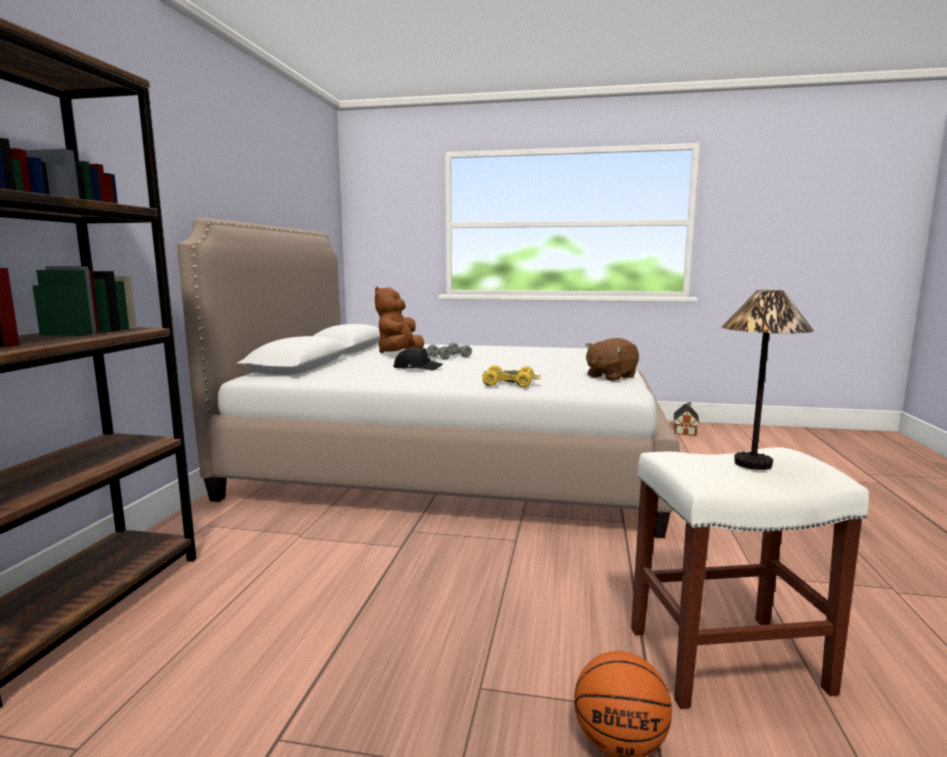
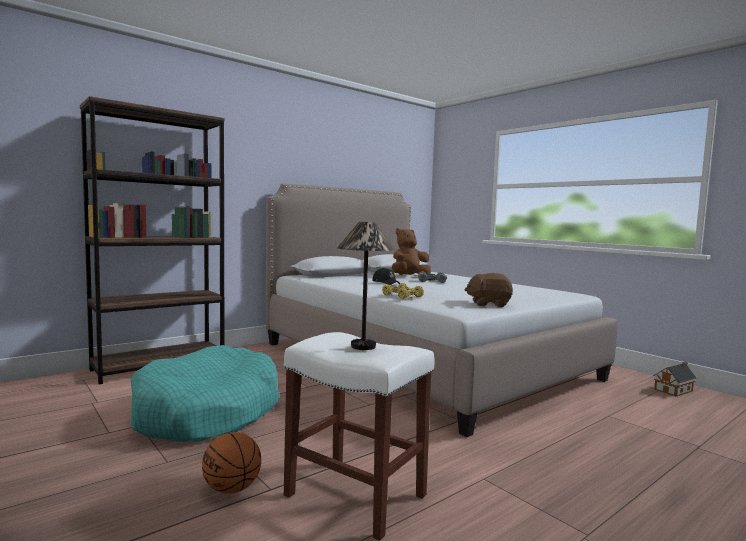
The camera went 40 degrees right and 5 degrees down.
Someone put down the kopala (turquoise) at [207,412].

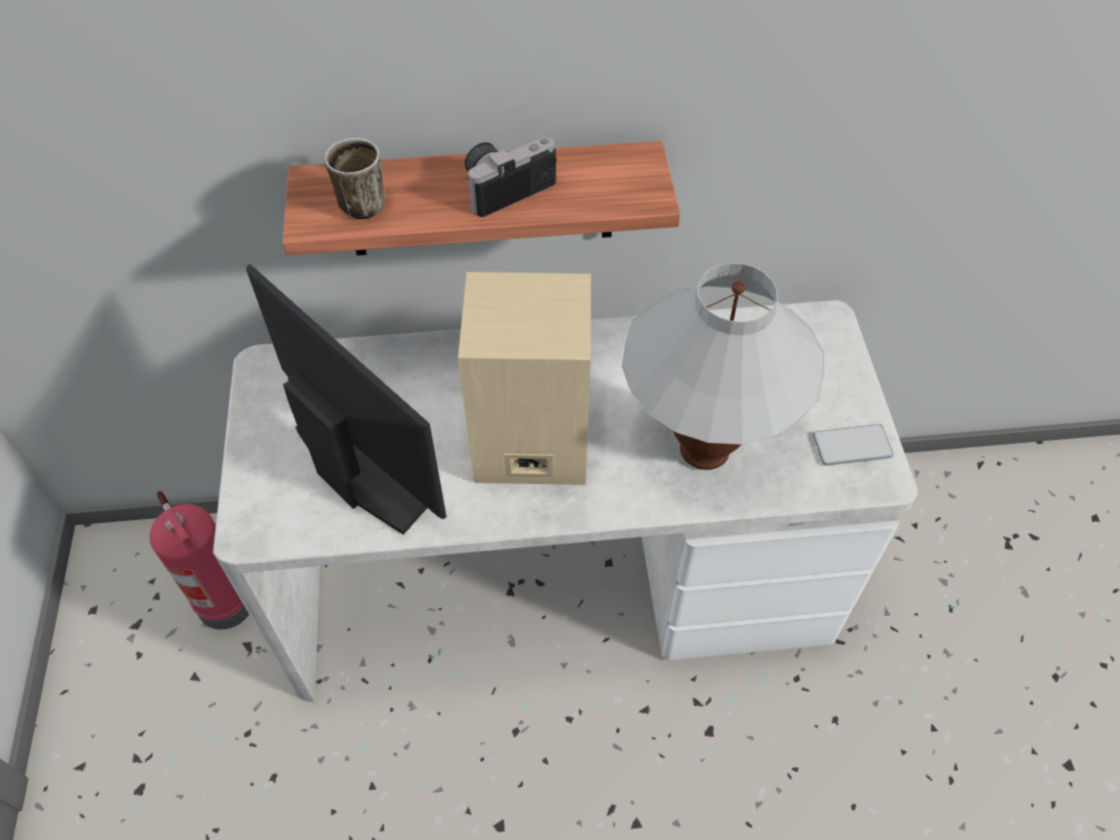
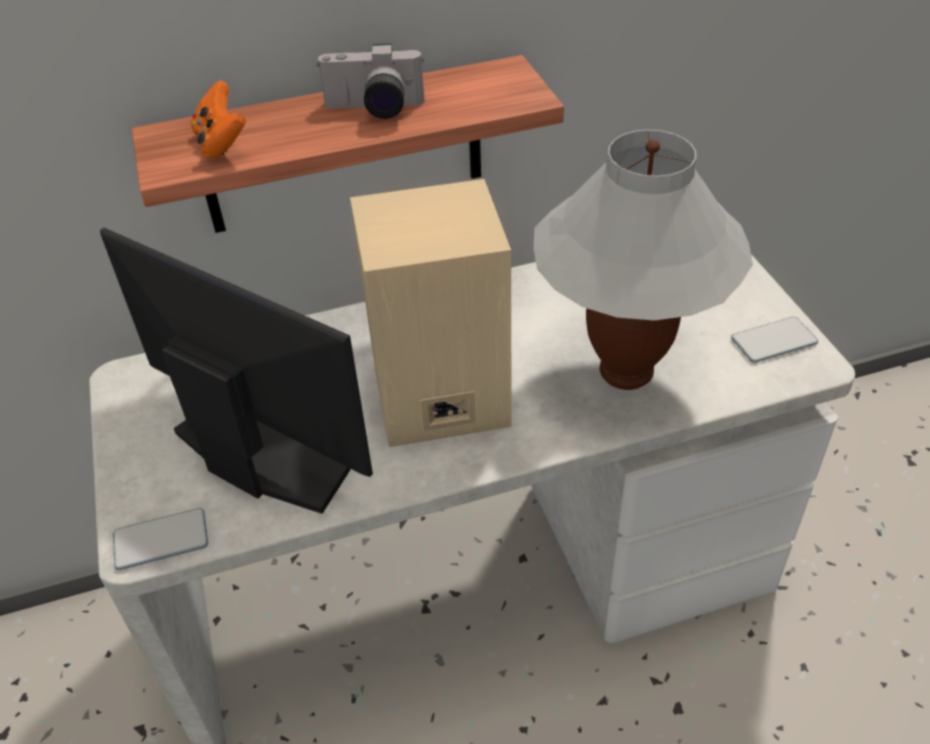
The camera went 10 degrees left and 10 degrees down.
Someone took away the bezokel at [223,601].
Someone put down the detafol at [161,540].
Someone swapped the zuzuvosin at [362,201] for the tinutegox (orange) at [221,143].
Someone rotated the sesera at [505,186] by 135 degrees counterclockwise.

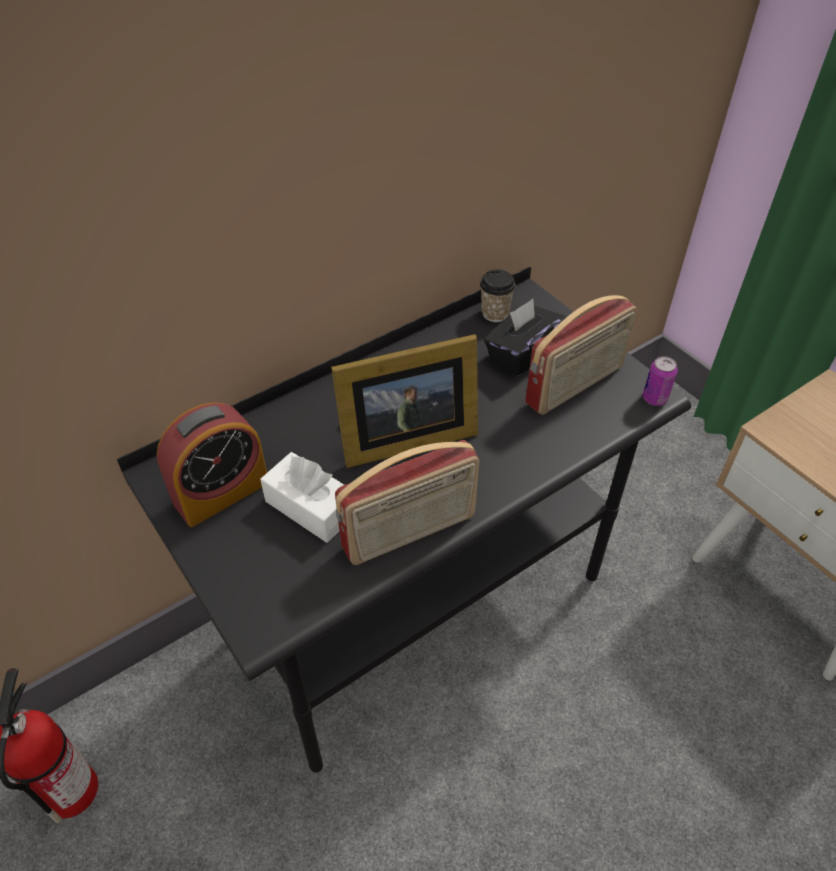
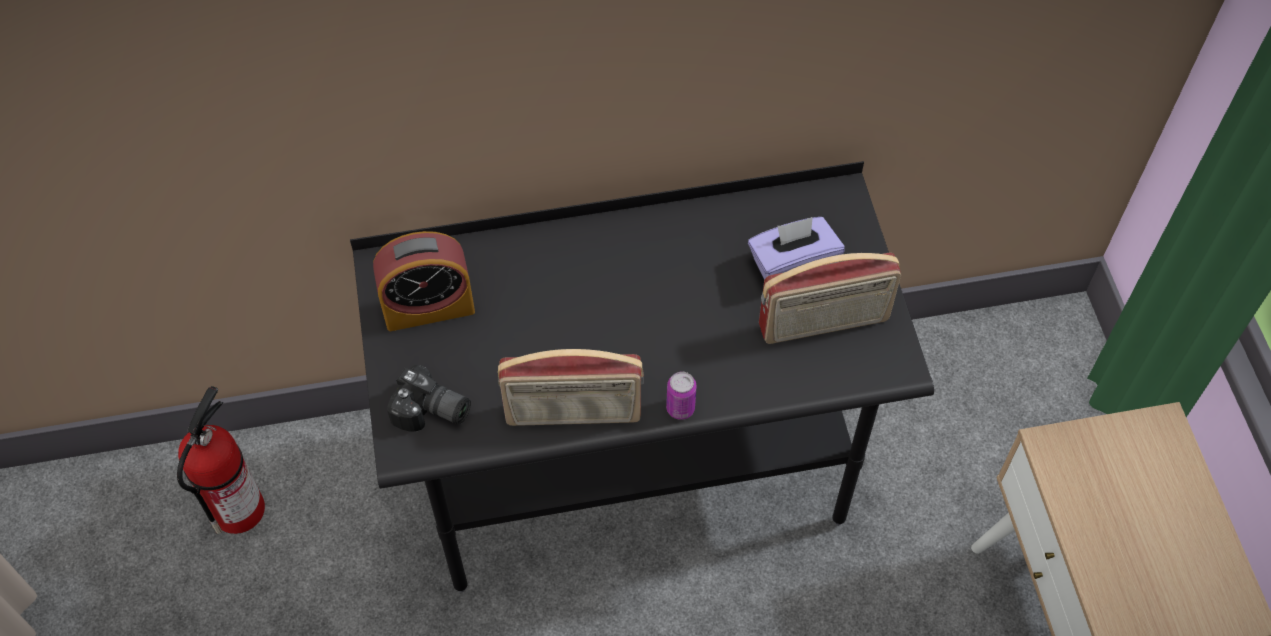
The camera went 25 degrees right and 10 degrees up.
Someone took away the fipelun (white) at [310,507].
Someone took away the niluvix at [402,438].
Someone took away the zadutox at [495,313].
Someone put down the sesera at [431,413].
Someone carried the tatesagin from [654,398] to [680,408].
Someone repainted the fipelun (black) at [521,354], which became the fipelun (purple) at [792,266].

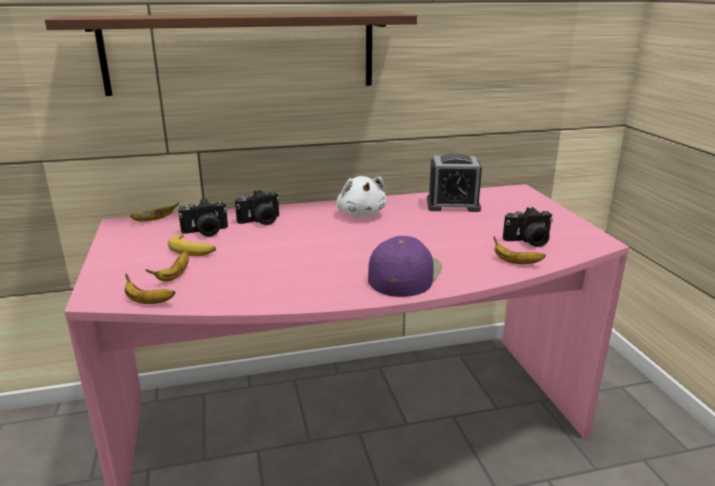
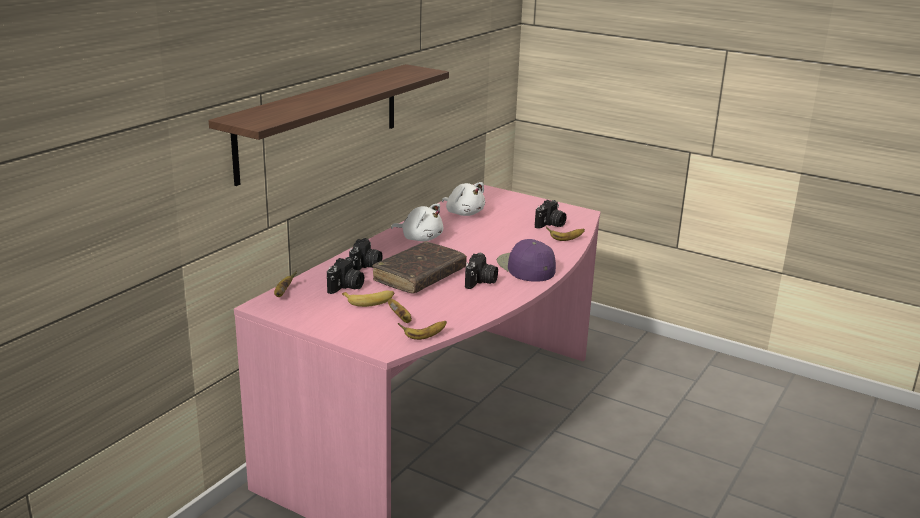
The camera went 45 degrees left and 0 degrees up.
Someone put down the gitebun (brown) at [419,276].
Someone put down the sesera at [481,282].
Someone swapped the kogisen at [453,205] for the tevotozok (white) at [464,213].

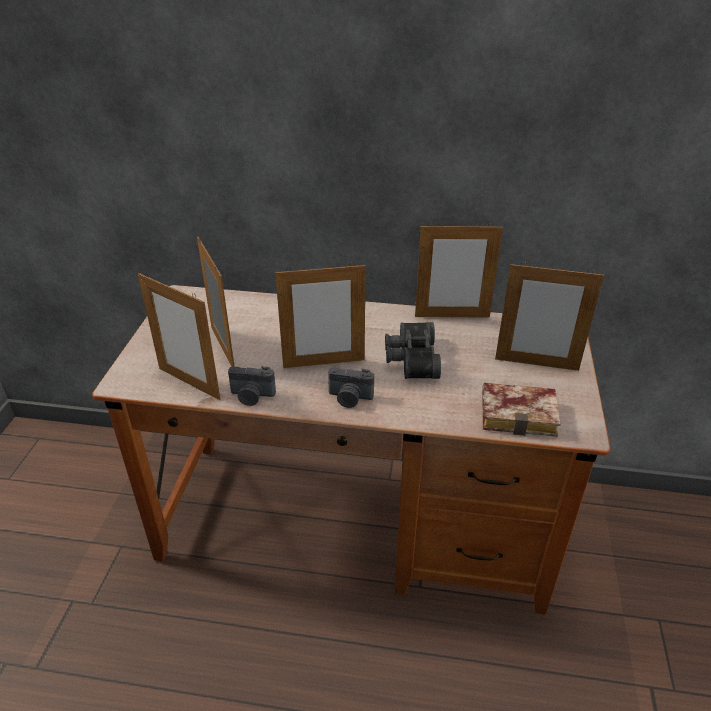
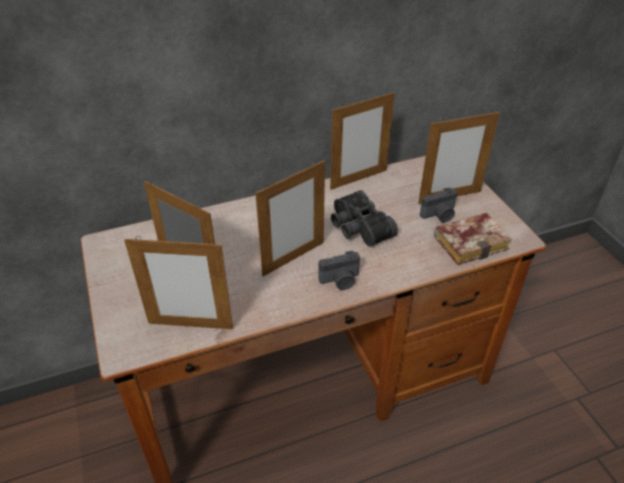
The camera went 30 degrees left and 5 degrees up.
Someone carried the sesera from [251,396] to [439,215].

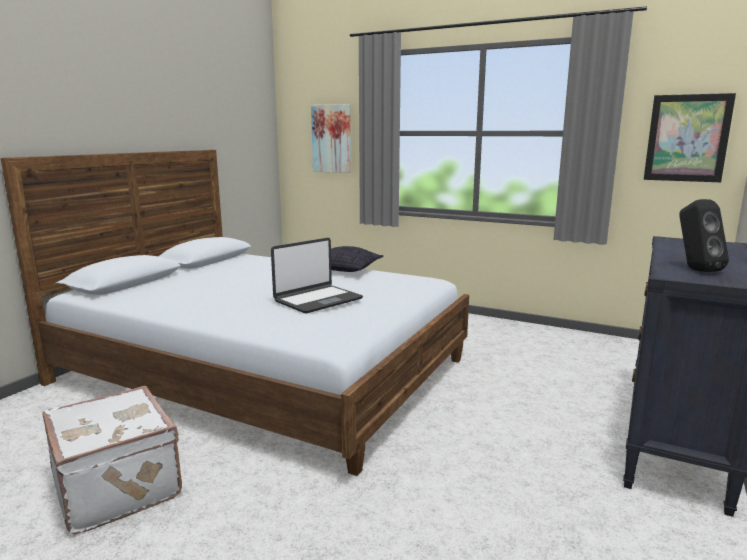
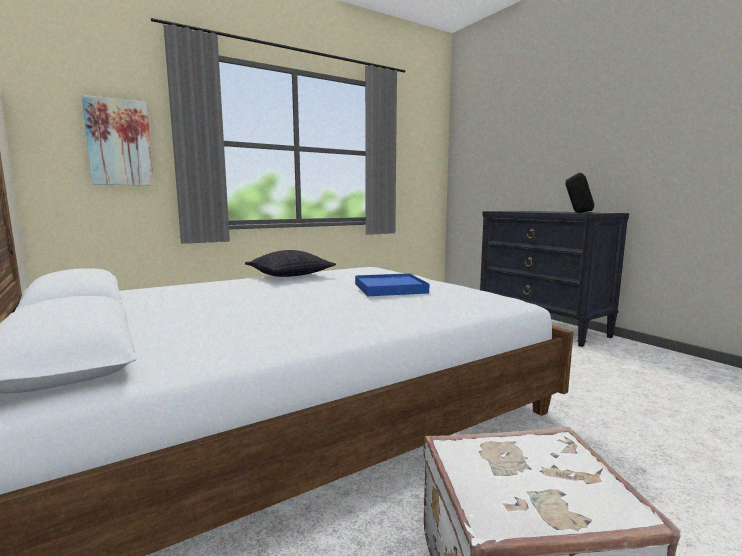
The camera went 60 degrees left and 5 degrees down.
Someone took away the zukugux at [687,138].
Someone swapped the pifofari at [317,300] for the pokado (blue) at [390,288].

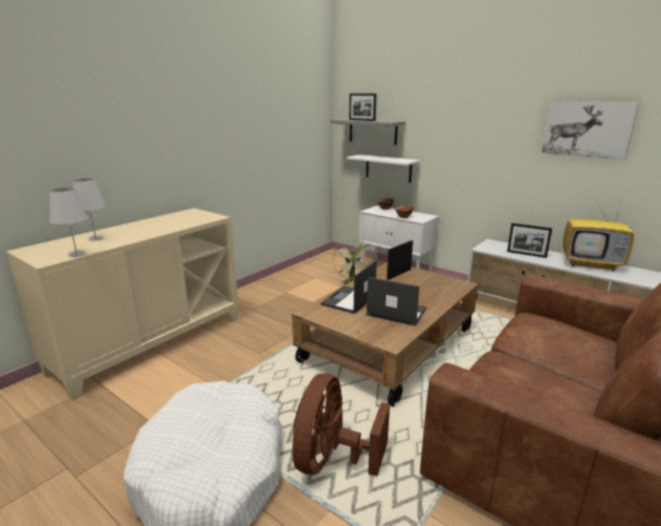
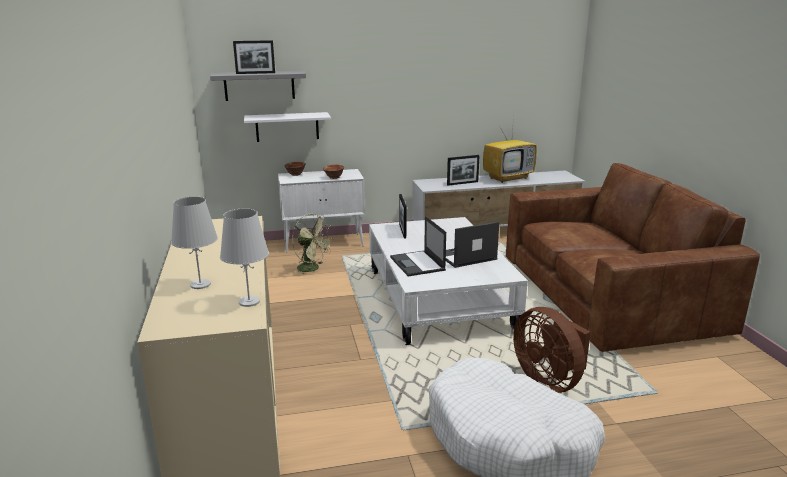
The camera went 50 degrees left and 0 degrees up.
Someone took away the zukugux at [587,129].
Someone repainted the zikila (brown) at [389,345], which became the zikila (white) at [438,299].

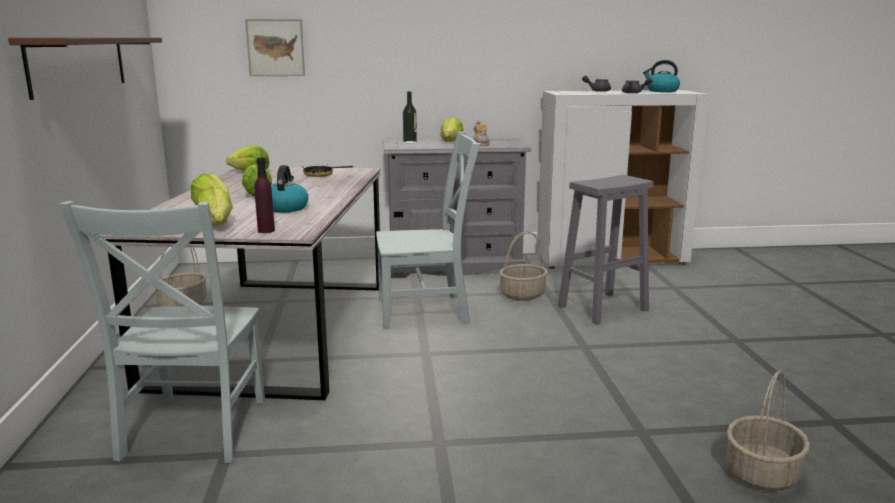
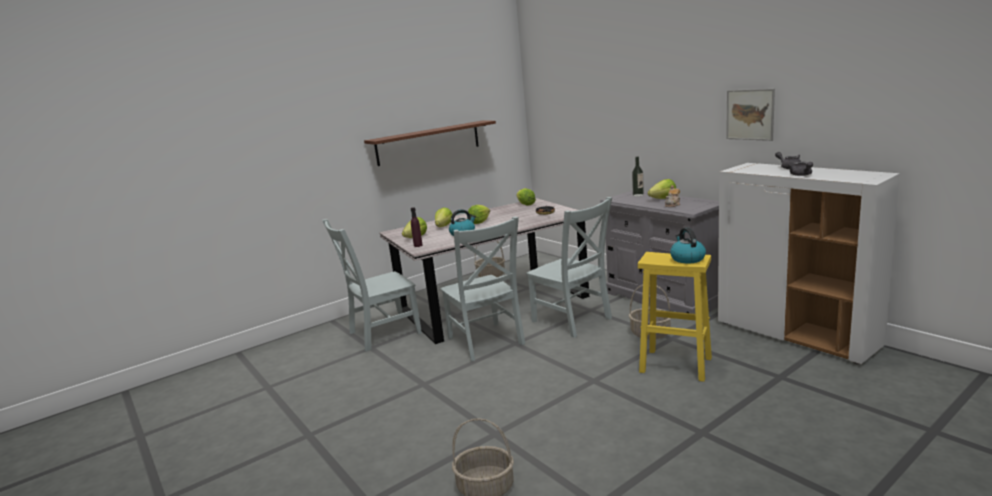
The camera went 60 degrees right and 0 degrees up.
Someone put down the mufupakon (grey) at [486,342].
Someone carried the zukugux from [275,47] to [750,114].
Someone carried the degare from [661,91] to [687,259].
Someone repainted the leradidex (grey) at [603,307], which became the leradidex (yellow) at [677,365].

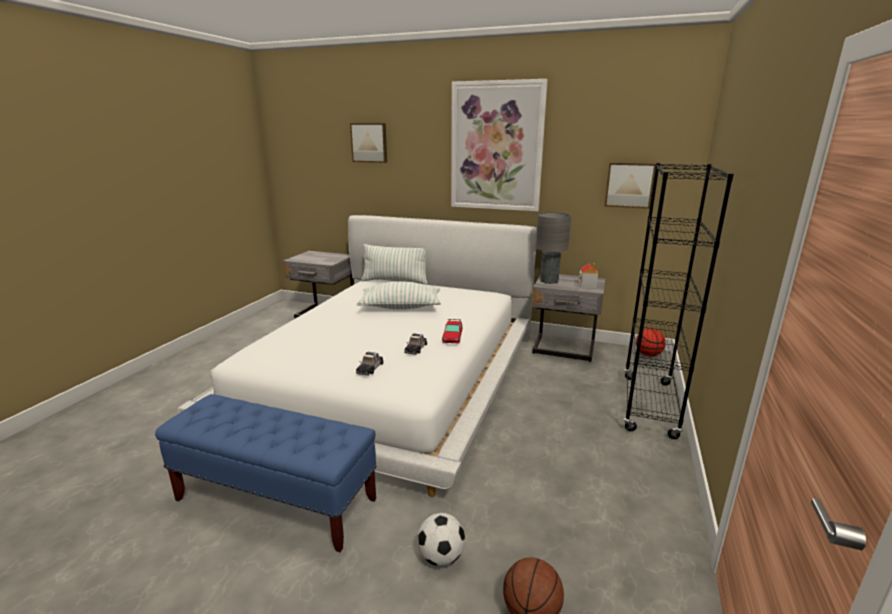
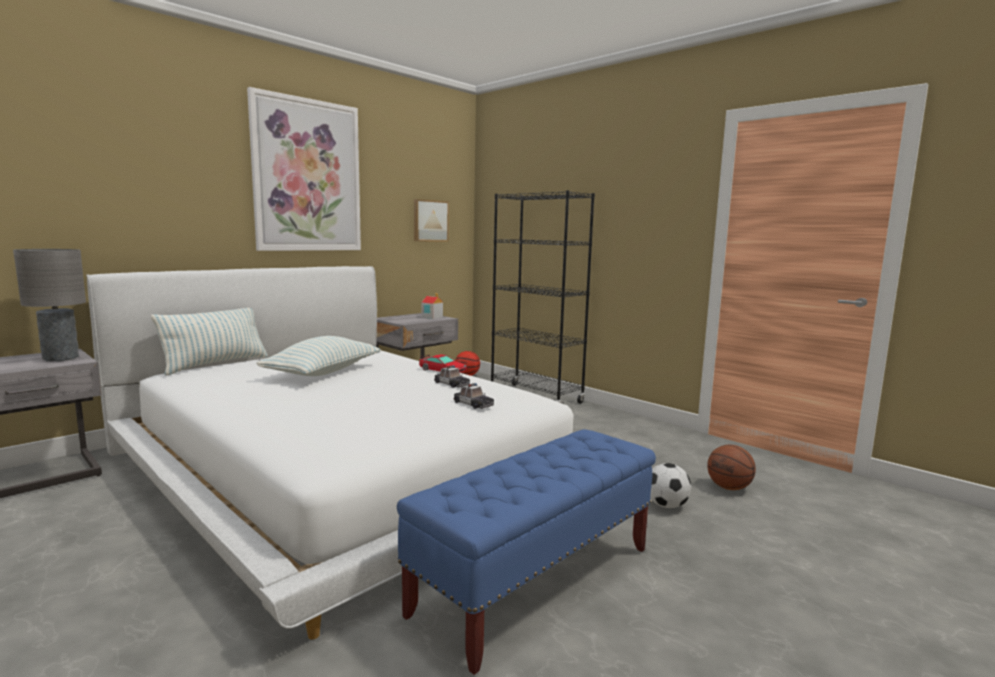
The camera went 65 degrees left and 10 degrees down.
Someone took away the zukugux at [369,142].
Someone carried the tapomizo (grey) from [549,281] to [61,358].

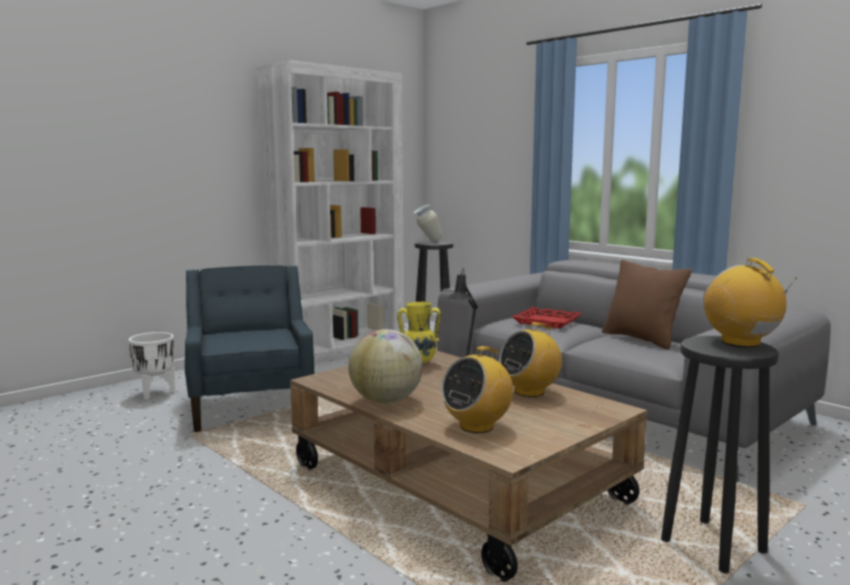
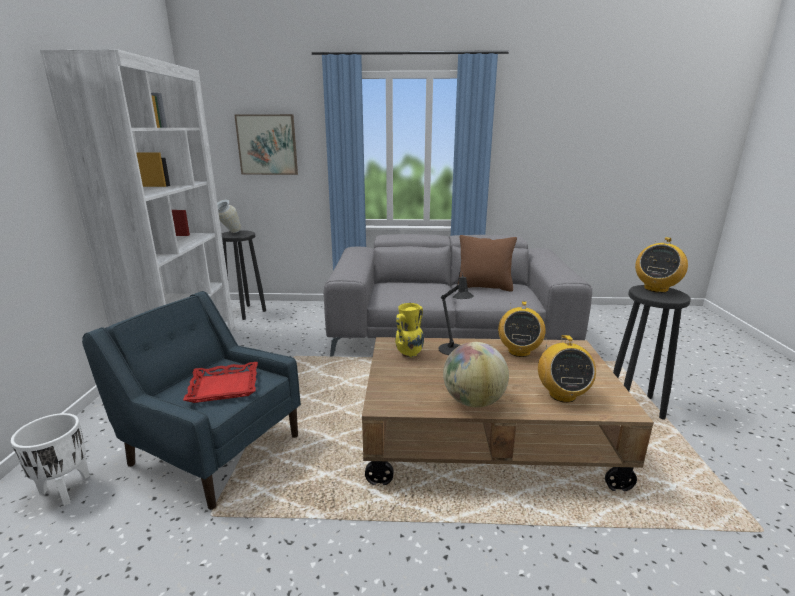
The camera went 45 degrees left and 10 degrees up.
Someone put up the zukugux at [267,145].
Someone carried the pokado (red) from [546,322] to [224,387].
Someone rotated the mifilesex at [741,342] by 75 degrees counterclockwise.

